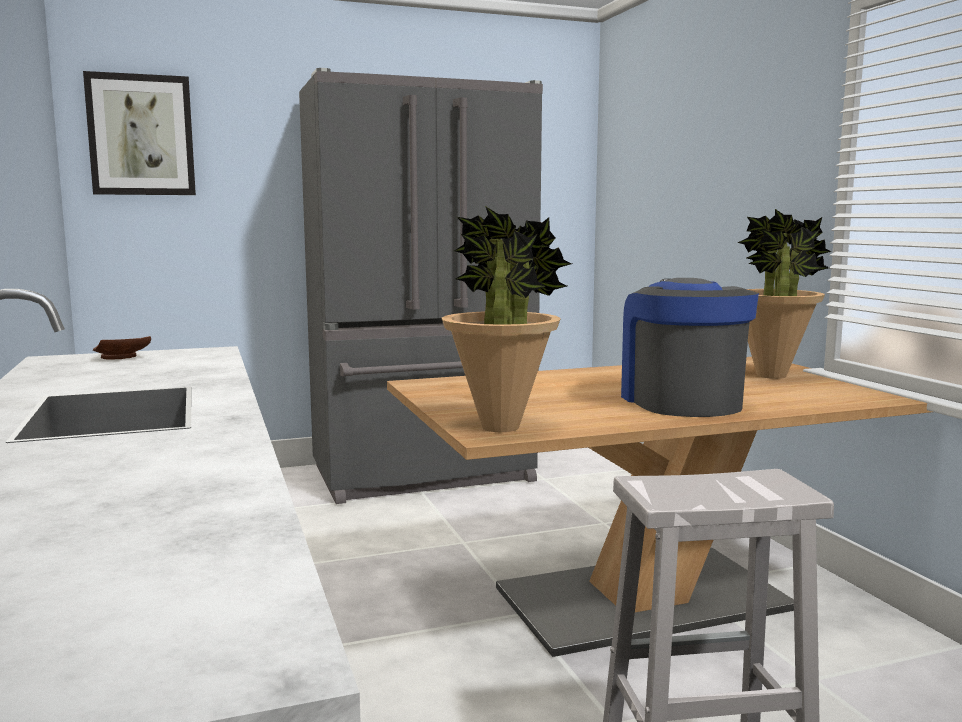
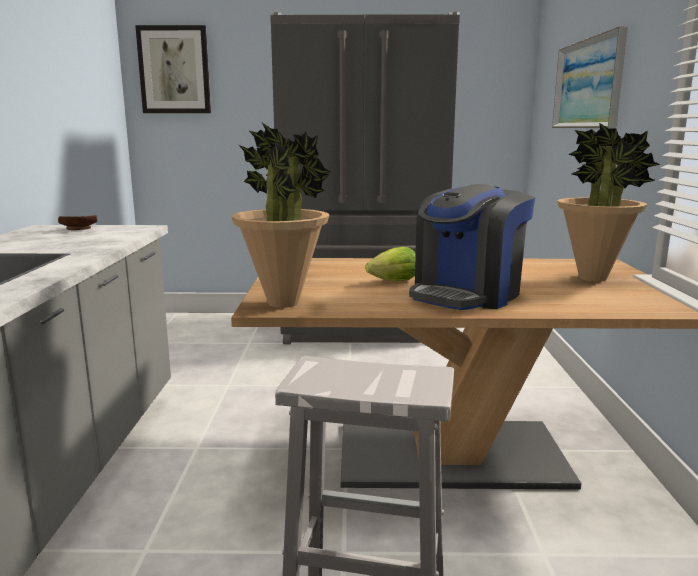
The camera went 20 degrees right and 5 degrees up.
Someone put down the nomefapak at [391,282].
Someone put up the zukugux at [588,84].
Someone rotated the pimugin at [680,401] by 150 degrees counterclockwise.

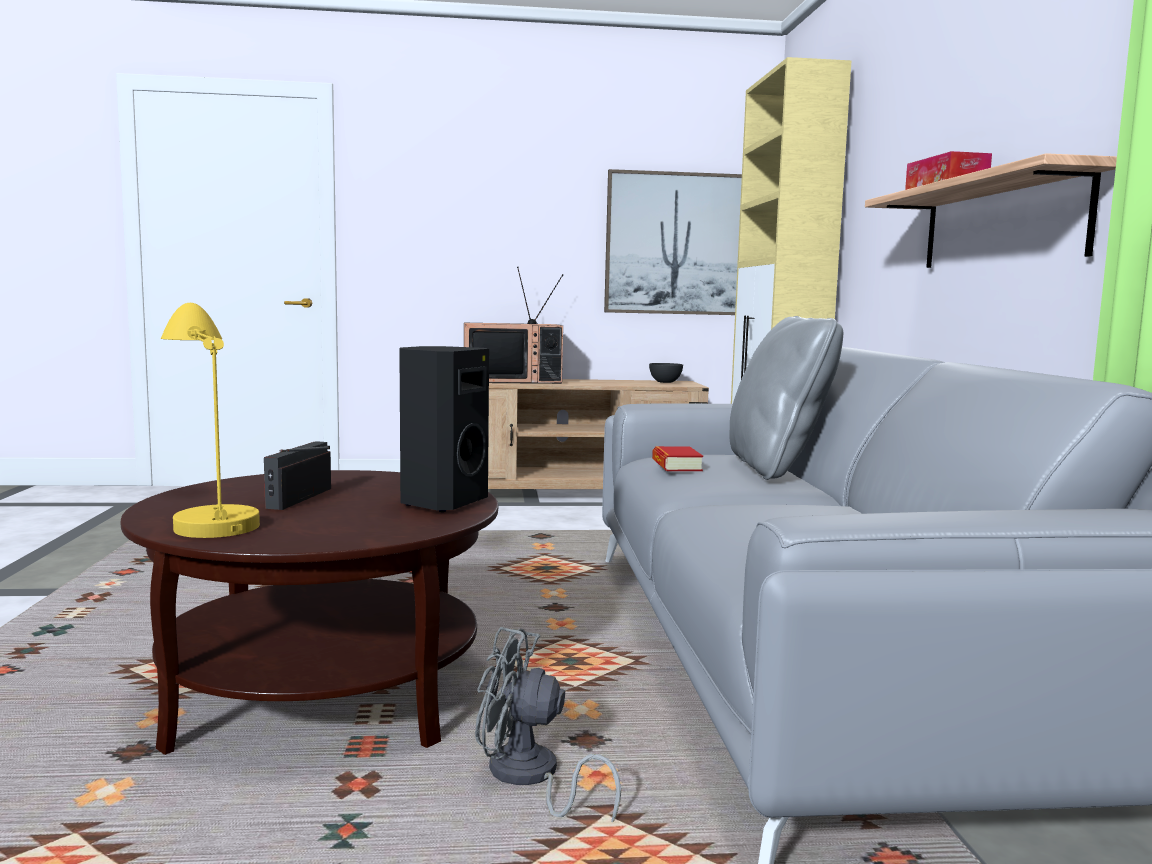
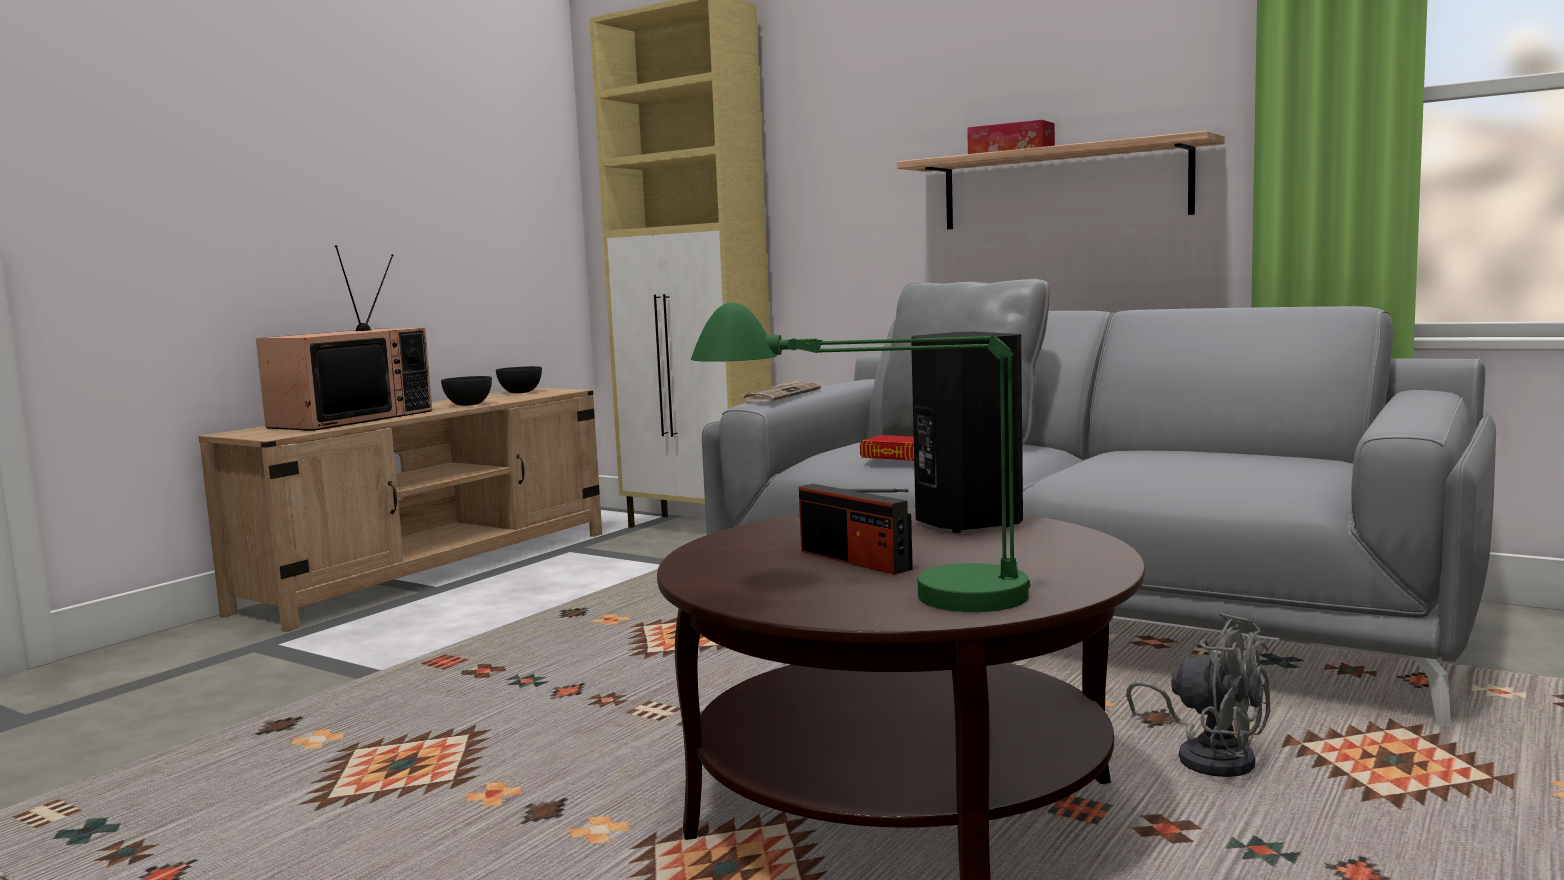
The camera went 50 degrees left and 0 degrees up.
Someone took away the zukugux at [674,244].
Someone put down the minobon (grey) at [469,404].
Someone put down the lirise at [781,395].
Someone repainted the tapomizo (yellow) at [208,511], which became the tapomizo (green) at [874,594].
Someone rotated the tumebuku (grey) at [529,779] by 105 degrees counterclockwise.

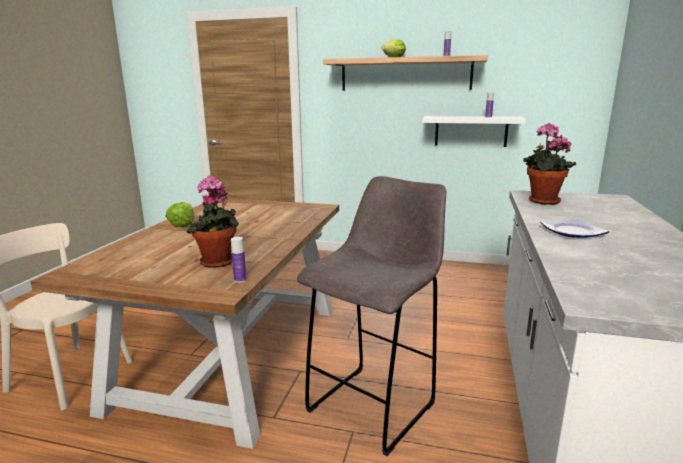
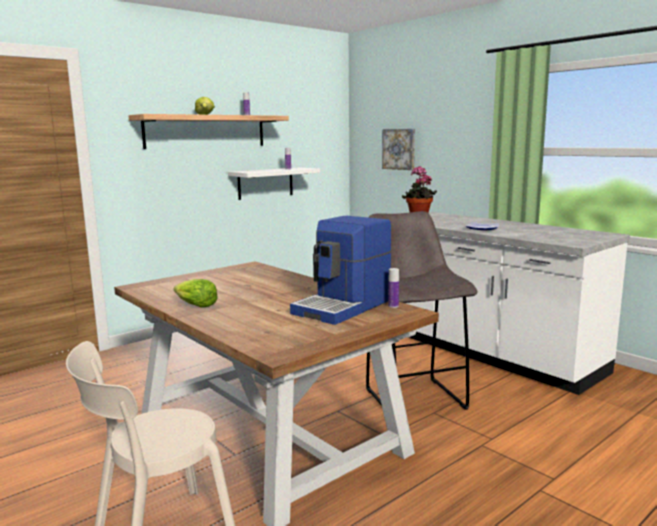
The camera went 55 degrees left and 5 degrees down.
Someone put up the zukugux at [399,149].
Someone swapped the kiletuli at [218,263] for the pimugin at [344,307].

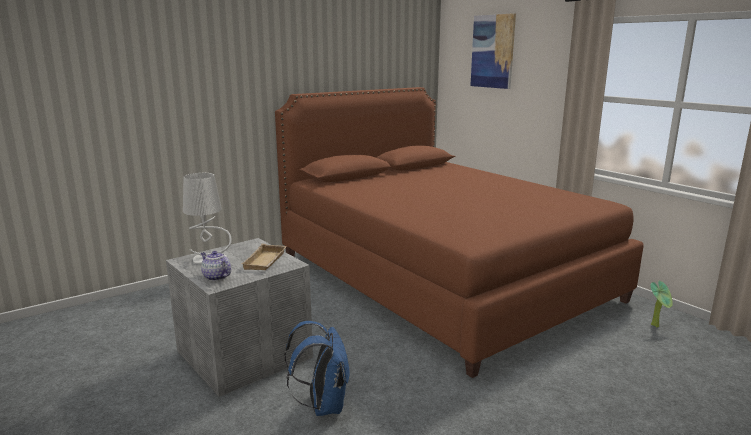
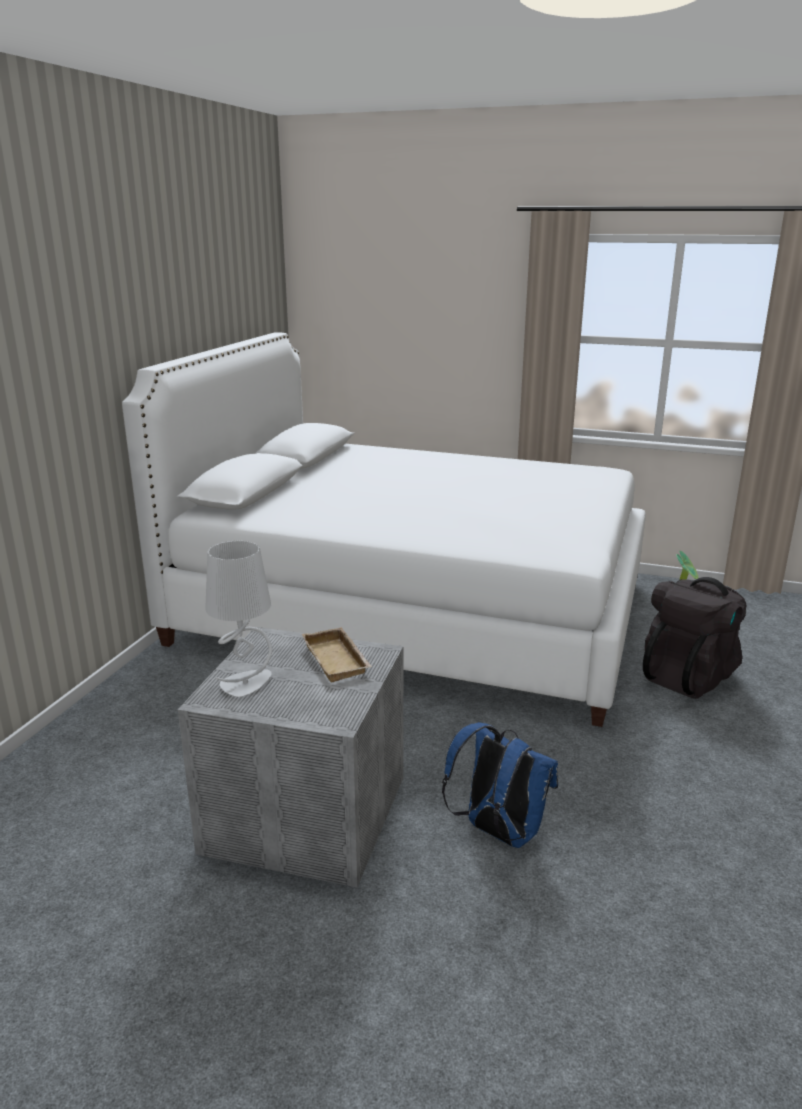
The camera went 35 degrees left and 5 degrees up.
Someone took away the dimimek at [216,277].
Someone took away the zukugux at [492,51].
Someone put down the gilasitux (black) at [688,676].
Someone repainted the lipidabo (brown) at [441,277], which became the lipidabo (white) at [414,611].

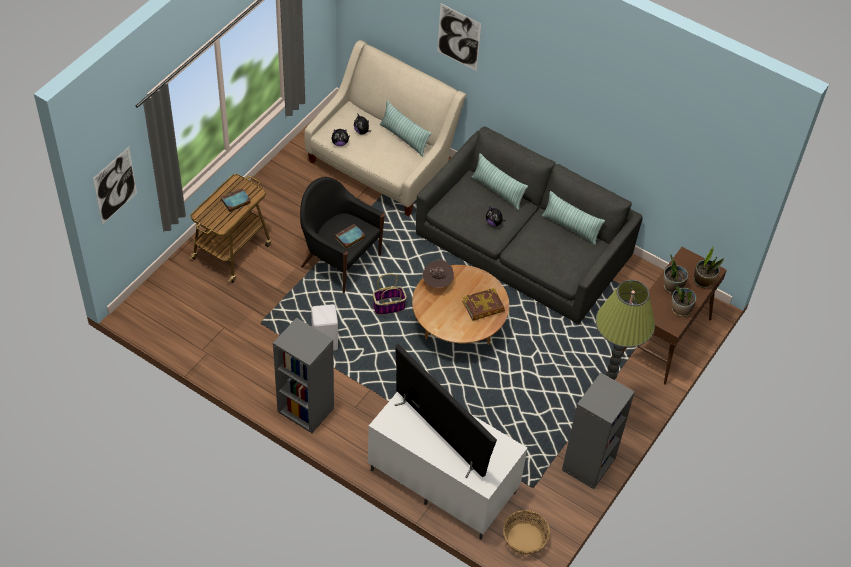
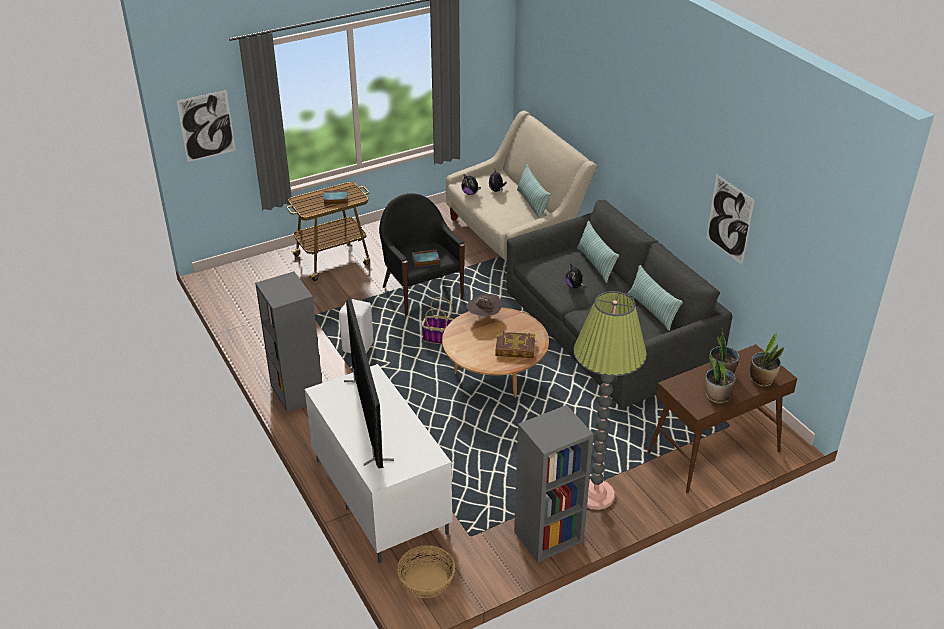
The camera went 30 degrees right and 15 degrees down.
Someone carried the zukugux from [458,37] to [729,219].

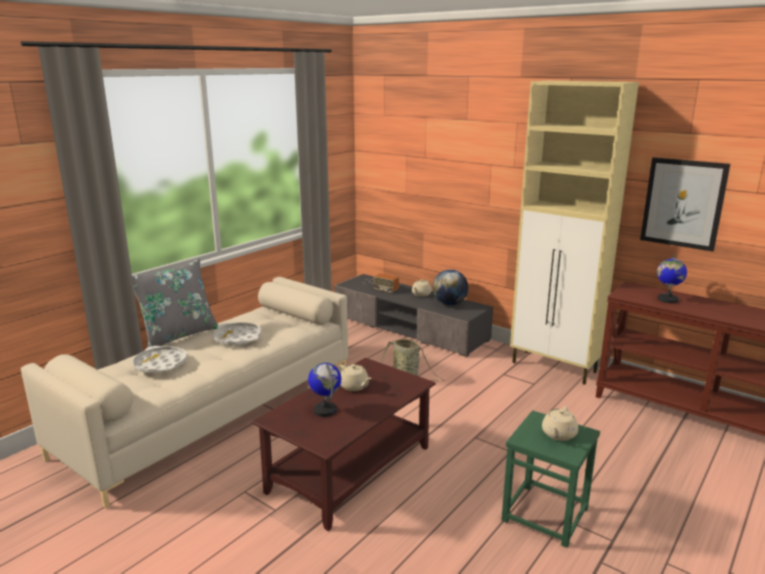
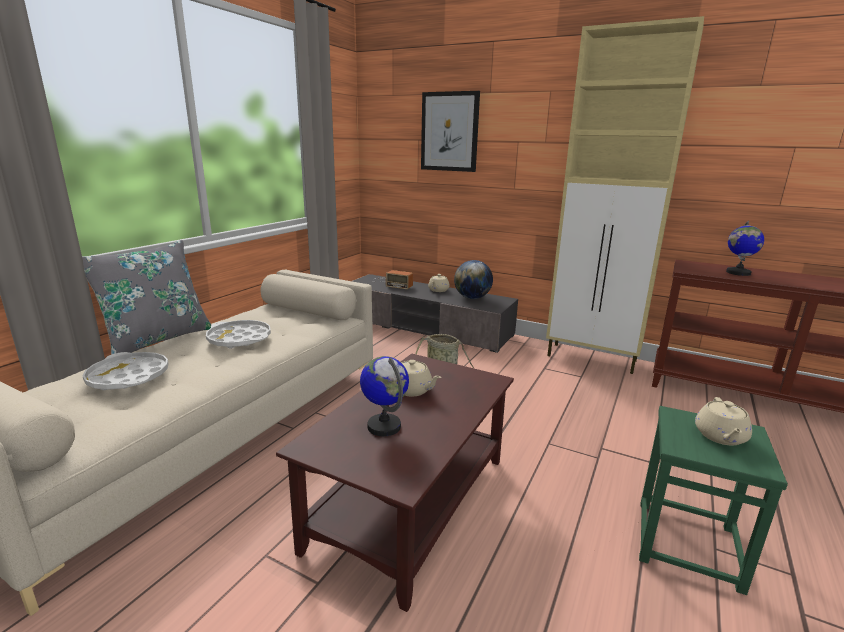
The camera went 10 degrees left and 0 degrees up.
Someone carried the zukugux from [683,203] to [449,132].

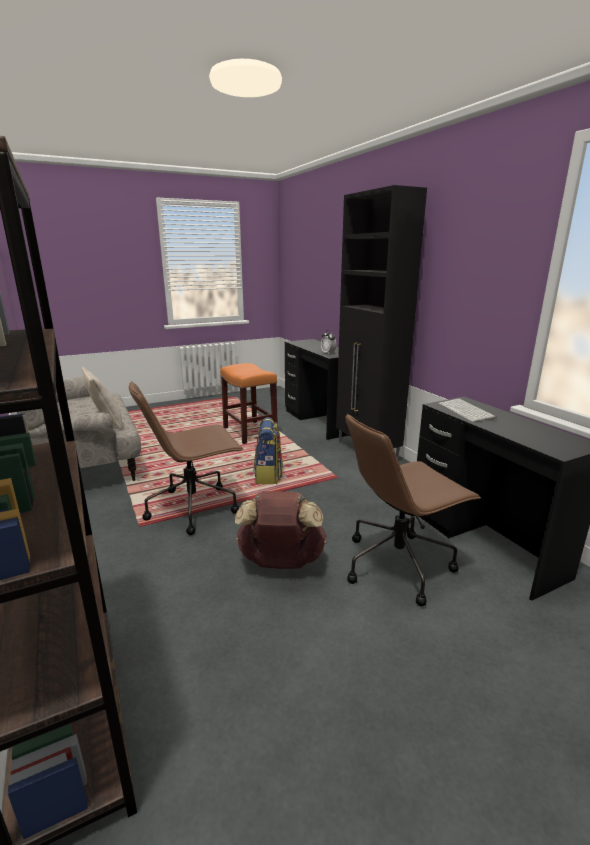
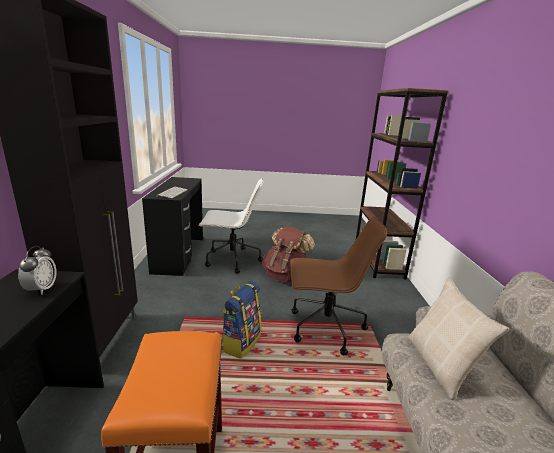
The camera went 155 degrees left and 0 degrees up.
Someone repainted the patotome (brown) at [398,564], which became the patotome (white) at [231,260].

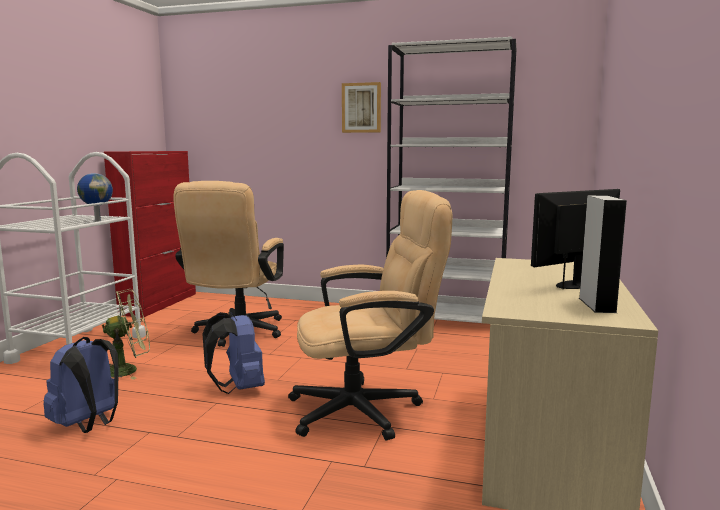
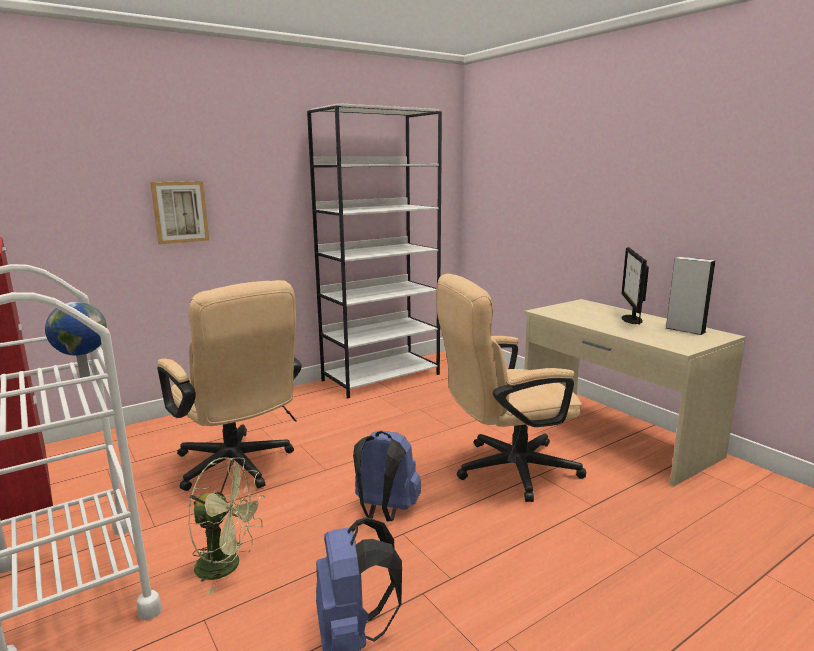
The camera went 50 degrees left and 5 degrees up.
Someone carried the zukugux from [361,108] to [180,212].
Someone rotated the tumebuku (green) at [128,370] by 90 degrees clockwise.
Someone rotated the patotome (beige) at [368,409] by 135 degrees counterclockwise.

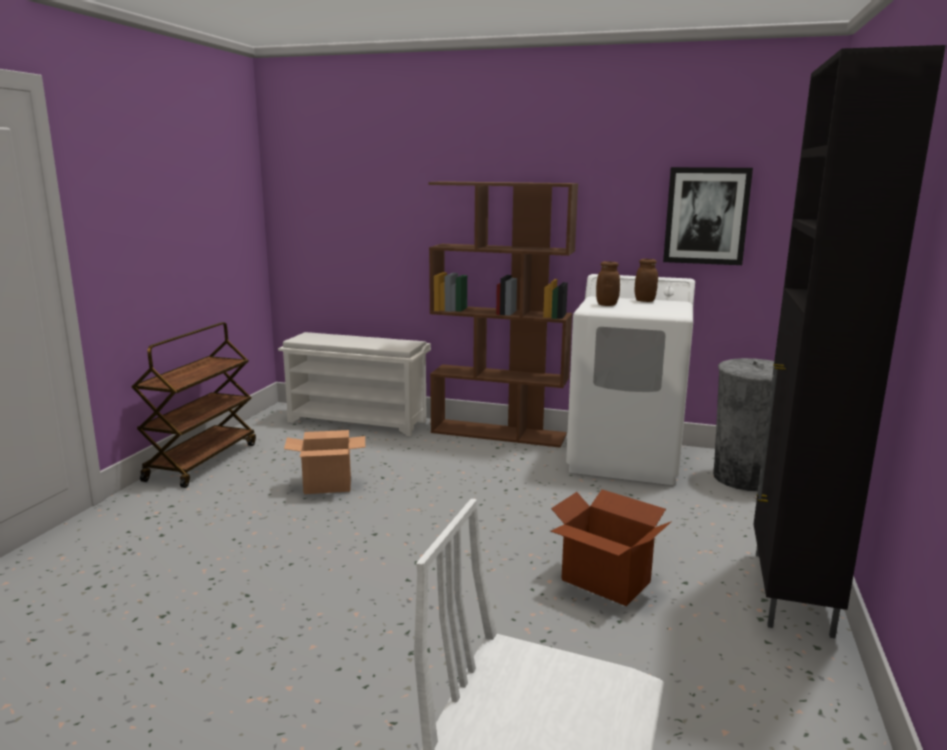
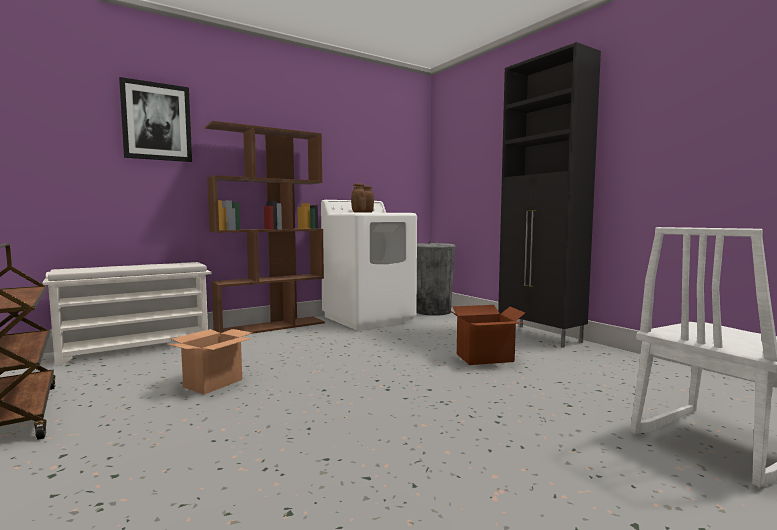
The camera went 50 degrees left and 10 degrees down.
Someone carried the zukugux from [706,216] to [156,122].

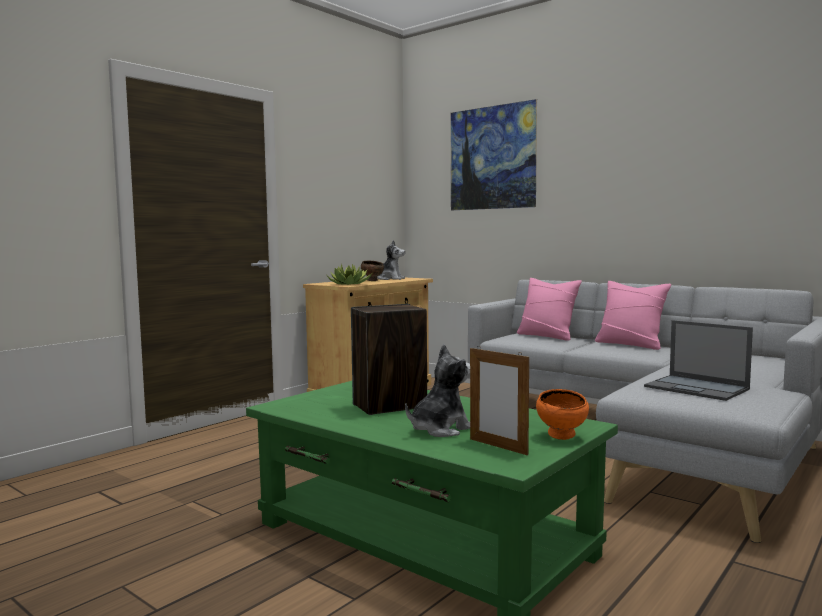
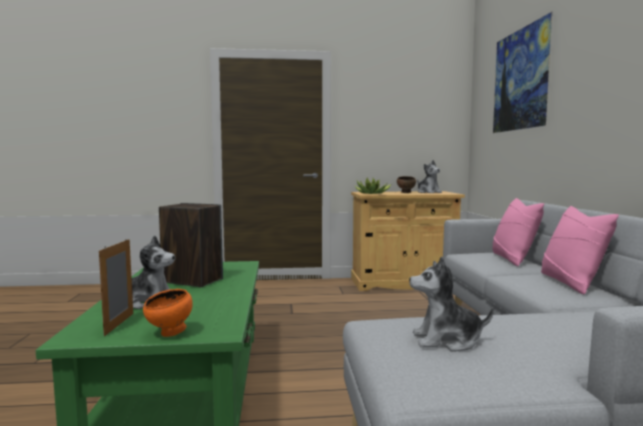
The camera went 45 degrees right and 0 degrees up.
Someone swapped the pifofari at [697,388] for the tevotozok at [446,340].

